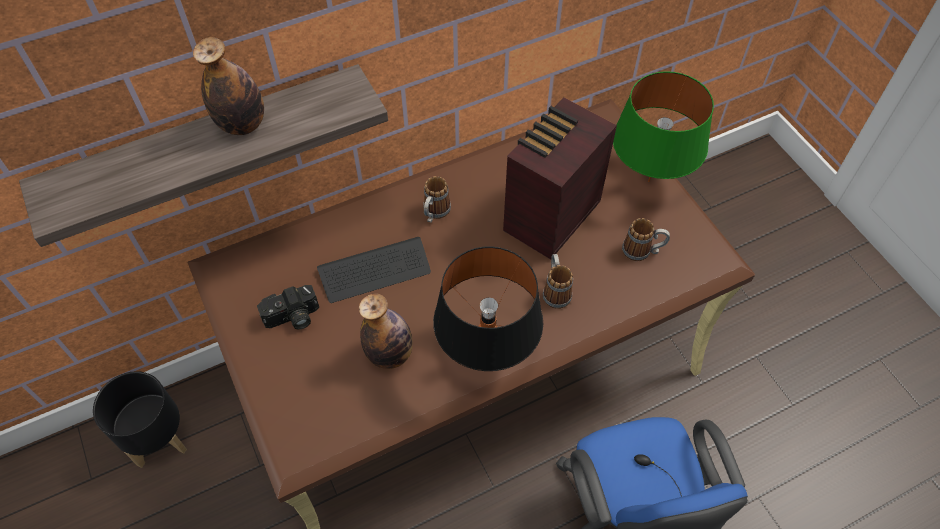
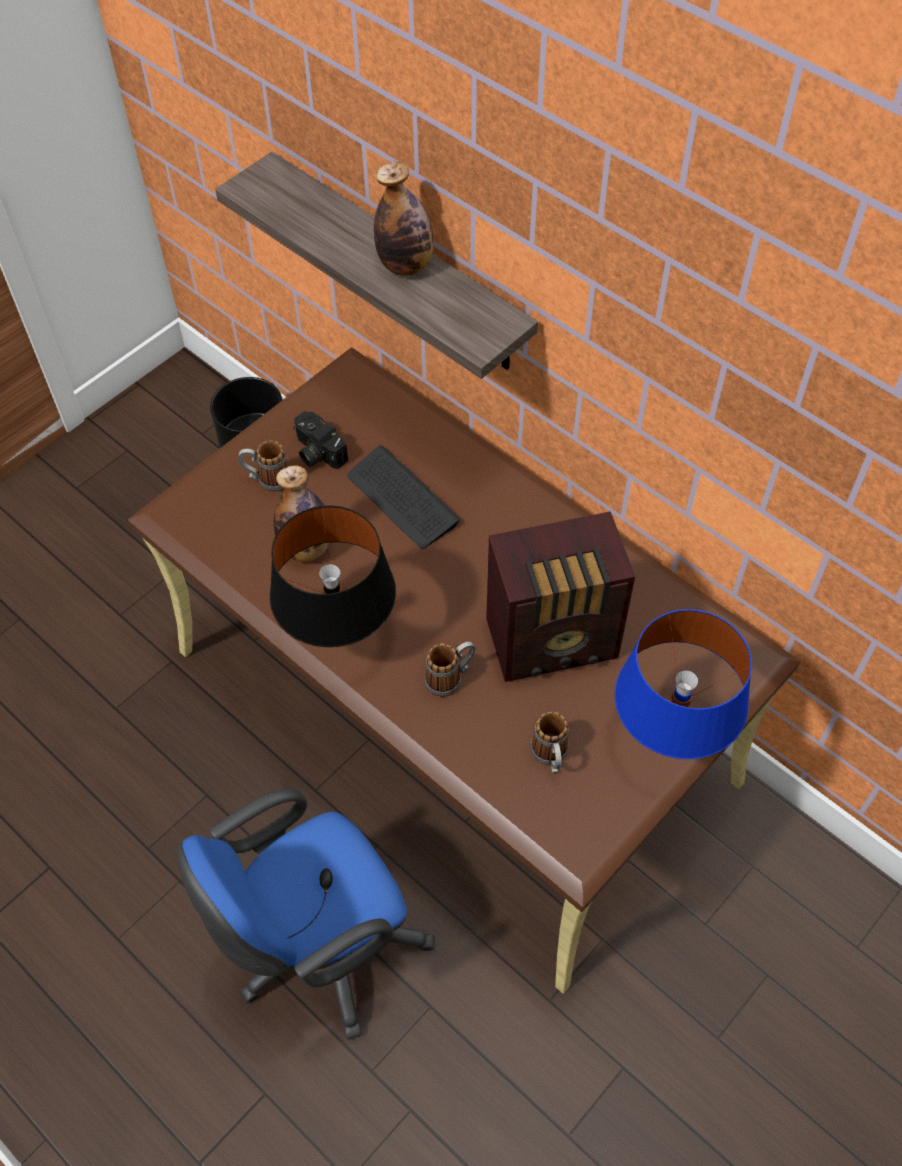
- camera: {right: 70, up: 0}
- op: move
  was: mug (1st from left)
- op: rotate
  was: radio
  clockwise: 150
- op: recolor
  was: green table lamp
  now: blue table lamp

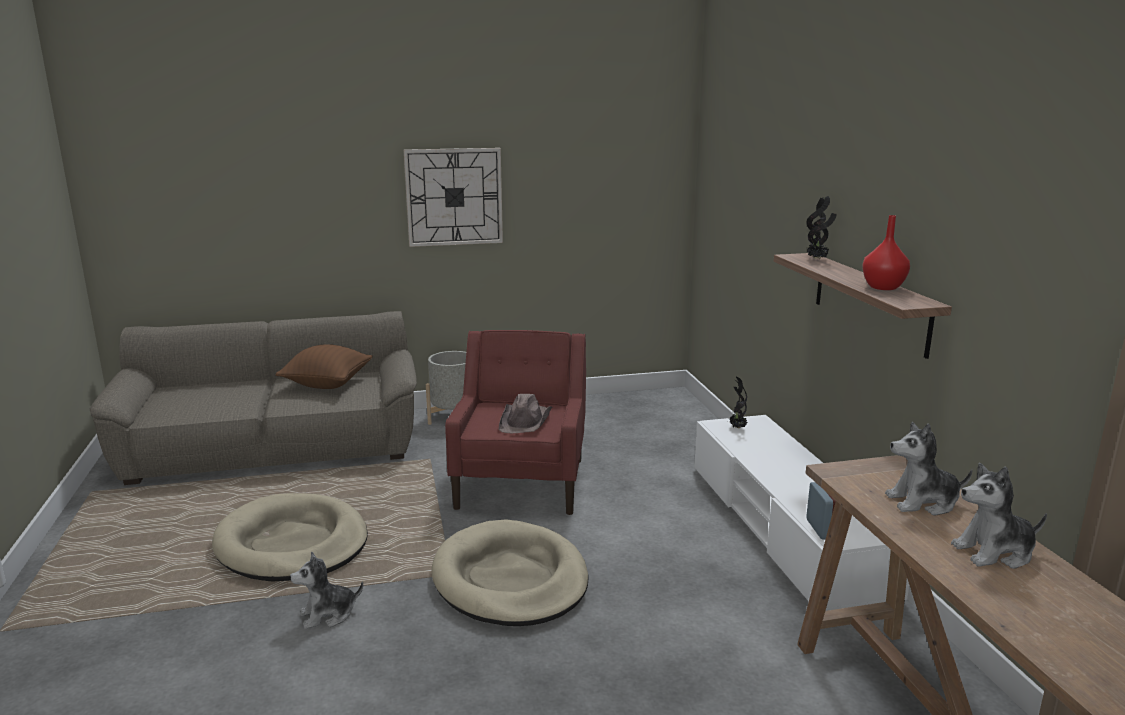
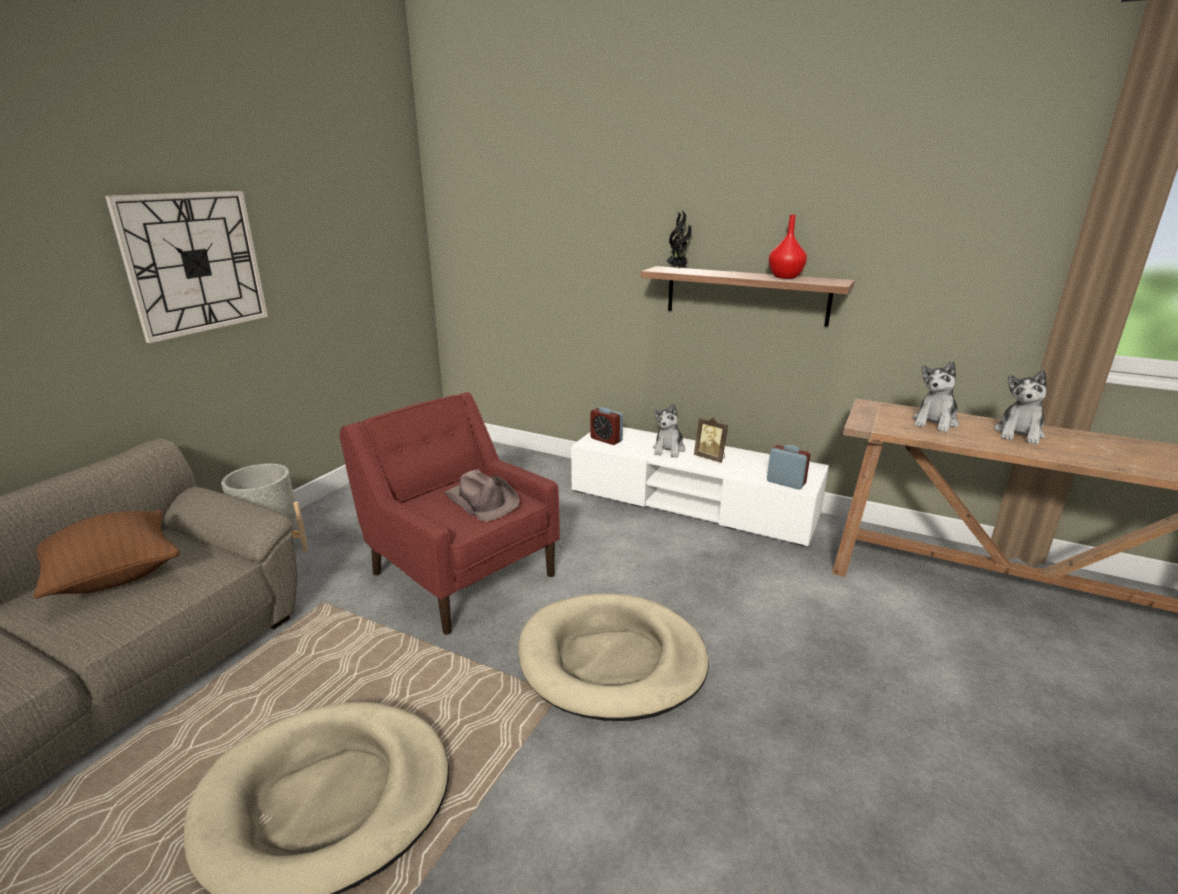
- camera: {right: -50, up: 5}
- op: replace
  was: potted plant (1st from left)
  now: alarm clock (1st from left)
- op: move
  was: plush toy (1st from left)
- op: insert
  now: picture frame

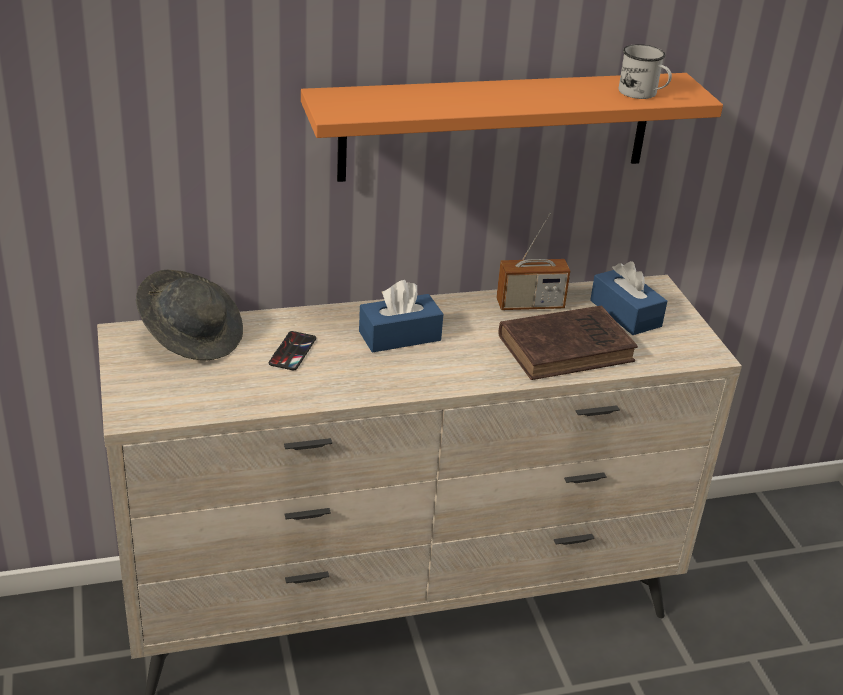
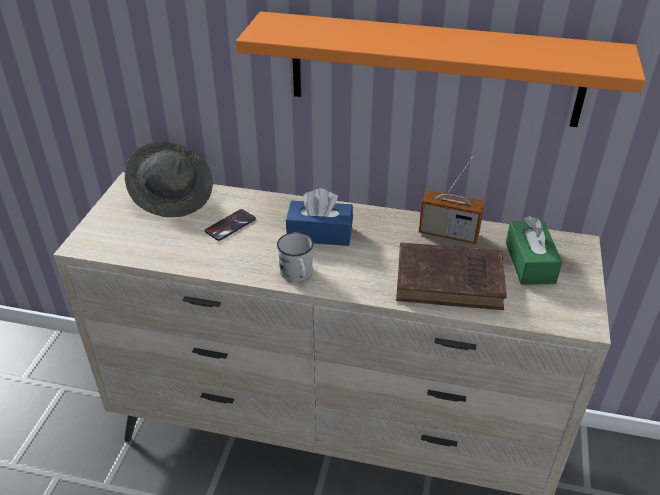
- camera: {right: 30, up: 5}
- op: move
  was: white mug
- op: recolor
  was: blue tissue box (2nd from left)
  now: green tissue box

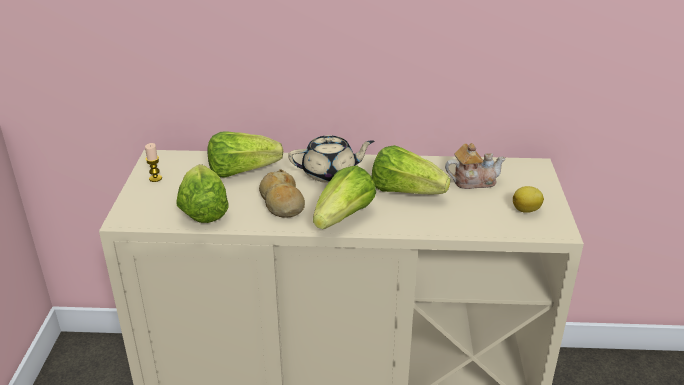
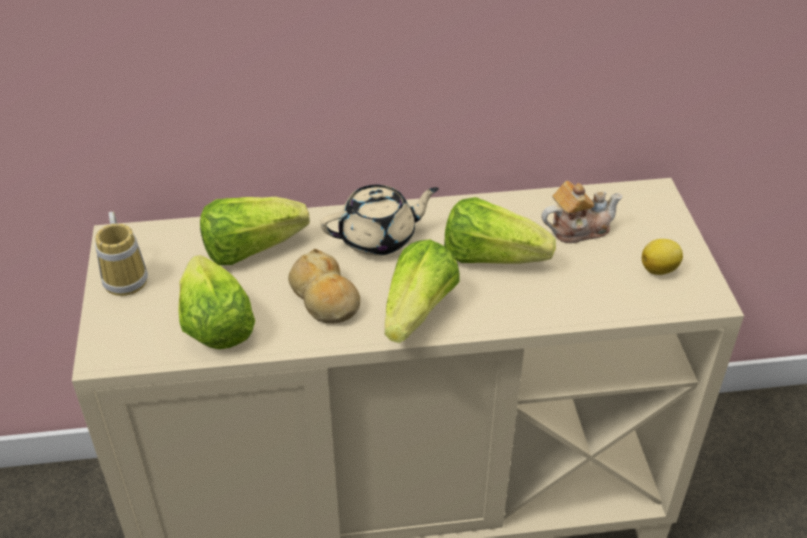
- camera: {right: -10, up: 10}
- op: replace
  was: candle
  now: mug

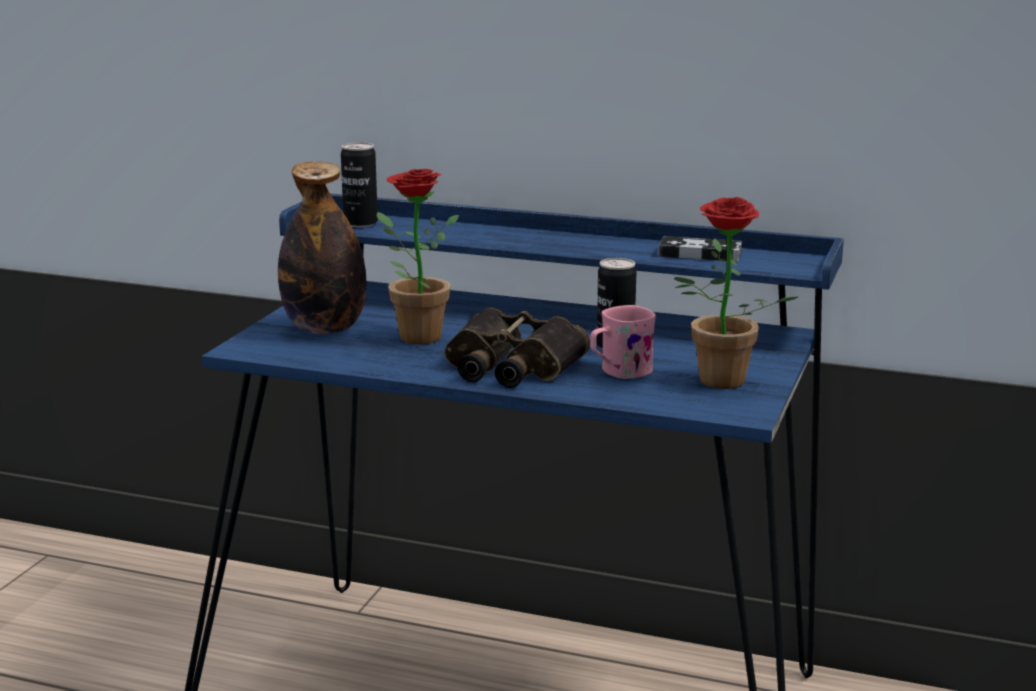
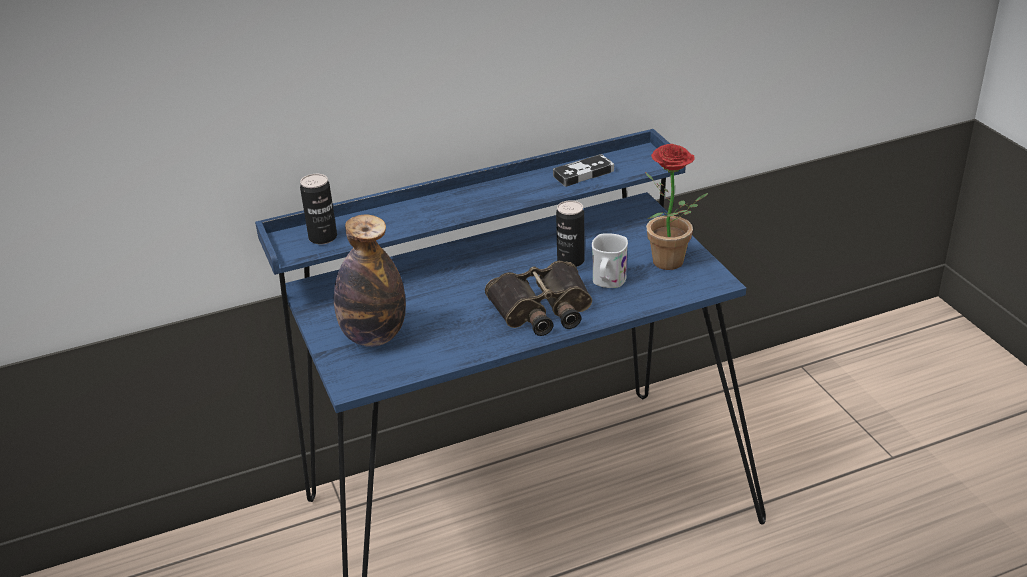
- camera: {right: -40, up: 15}
- op: recolor
  was: pink mug
  now: white mug
- op: delete
  was: potted plant (1st from left)

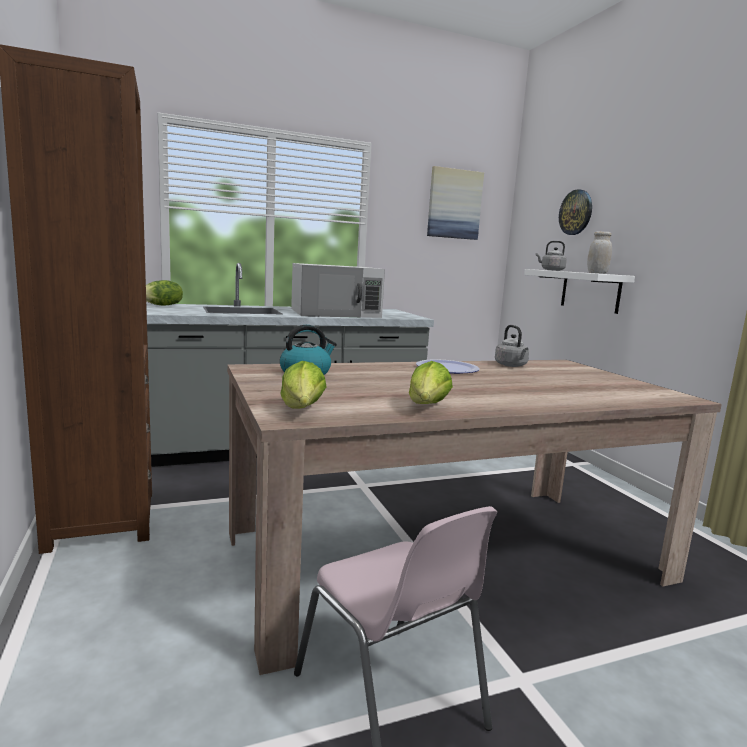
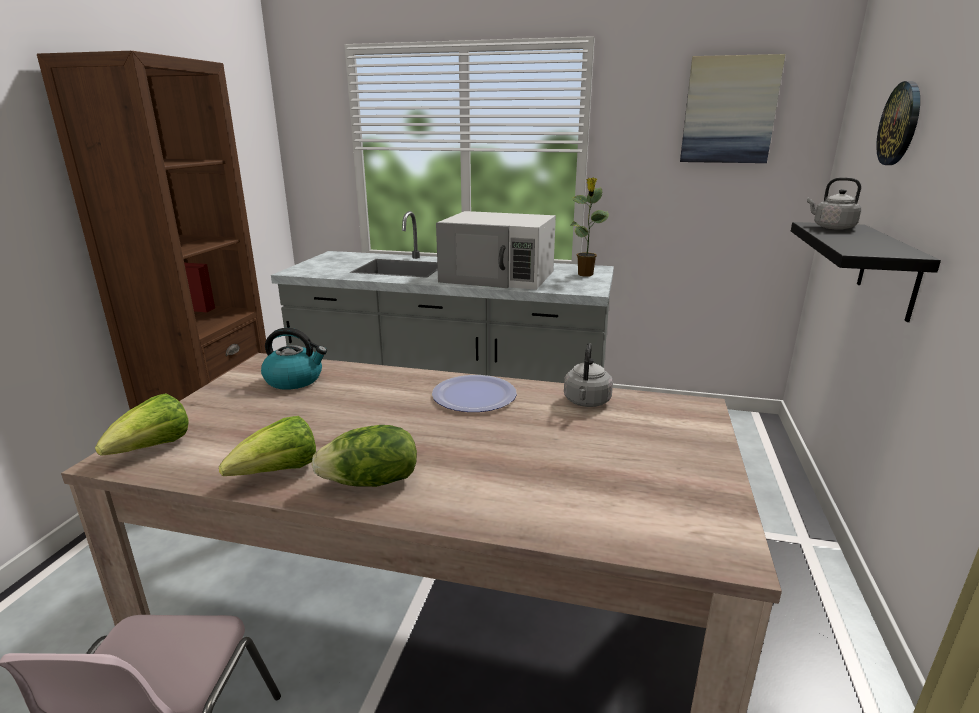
- camera: {right: 35, up: 10}
- op: move
  was: lettuce (1st from left in the first image)
  now: lettuce (3rd from left)
- op: insert
  now: potted plant
- op: recolor
  was: white shelf
  now: black shelf
- op: delete
  was: white jar

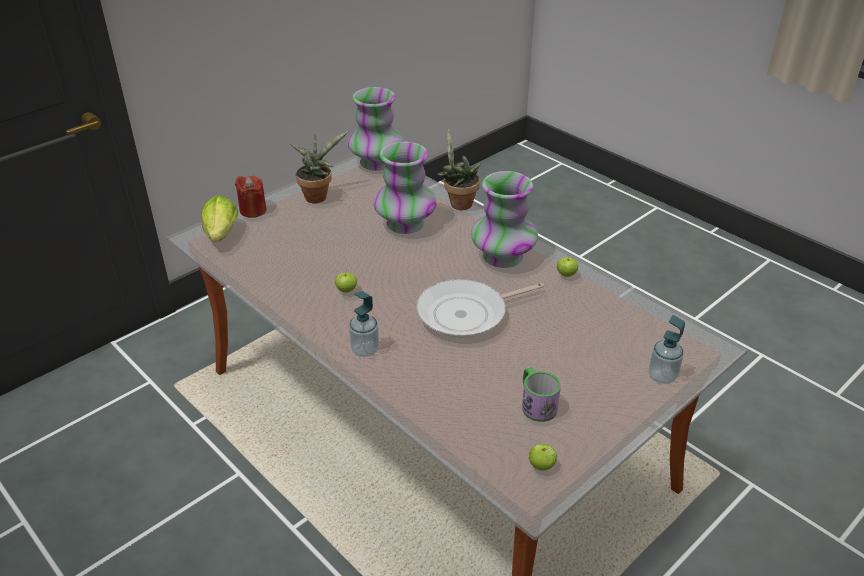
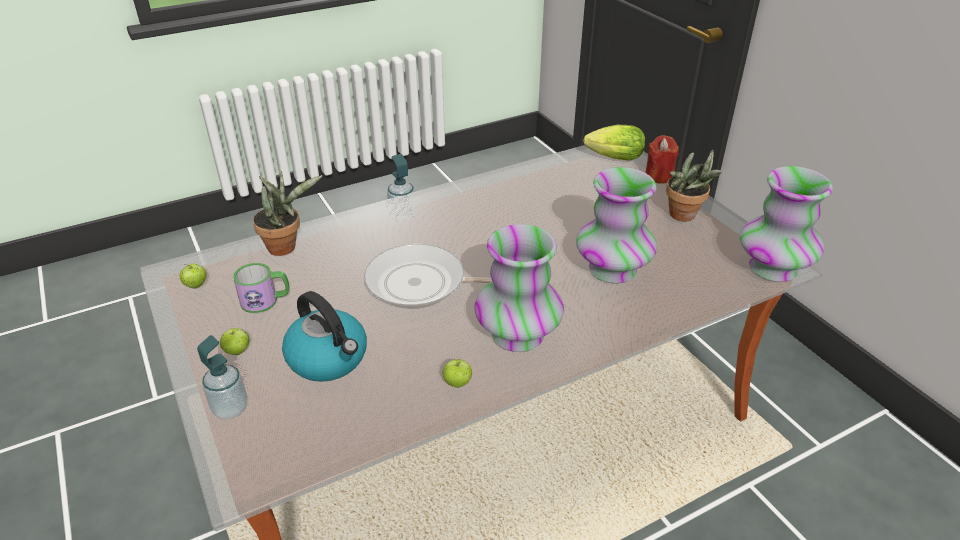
- camera: {right: 105, up: 0}
- op: move
  was: apple (1st from left in the first image)
  now: apple (2nd from left)
- op: move
  was: potted plant (2nd from left in the first image)
  now: potted plant (1st from left)
- op: insert
  now: kettle
- op: rotate
  was: frying pan
  clockwise: -75

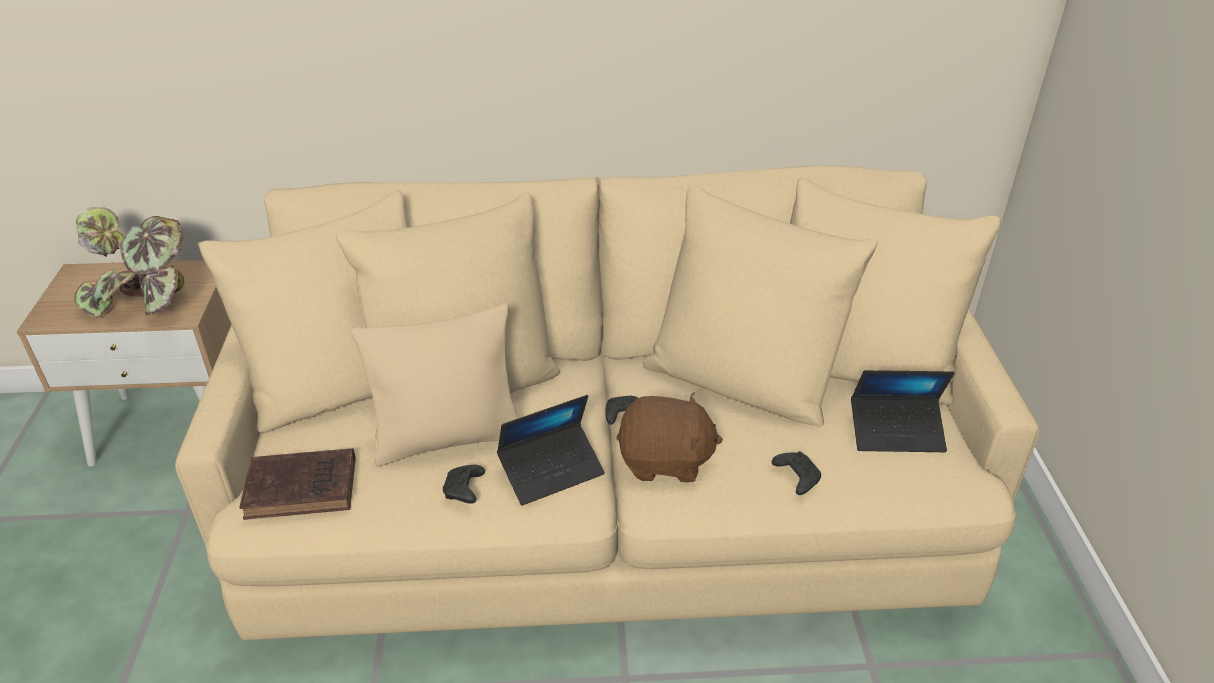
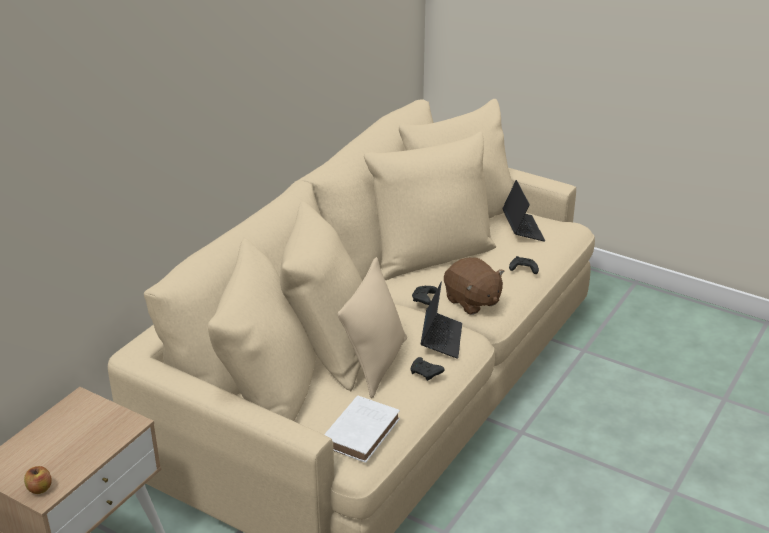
- camera: {right: -55, up: -5}
- op: insert
  now: apple
- op: recolor
  was: brown book
  now: white book
- op: rotate
  was: brown plush toy
  clockwise: 105
- op: rotate
  was: laptop (2nd from left)
  clockwise: -45
- op: delete
  was: potted plant

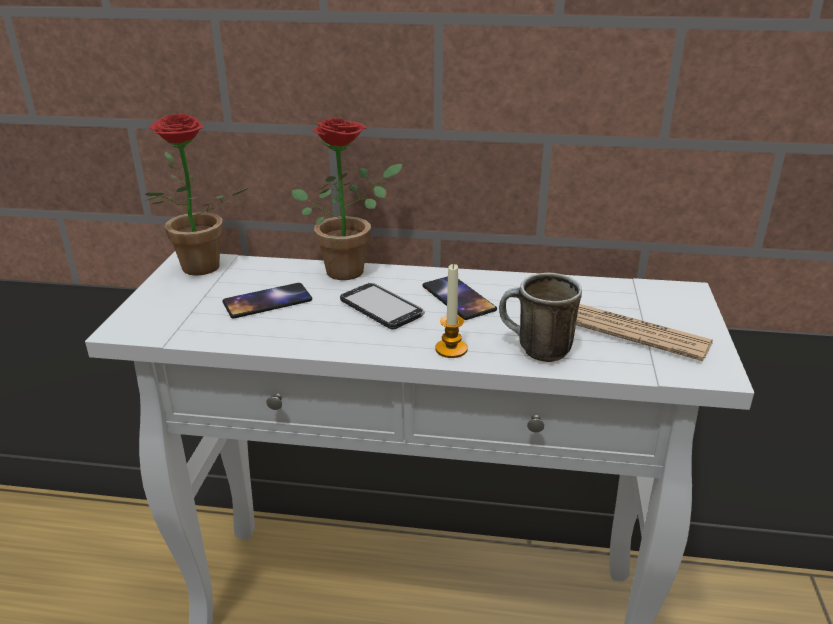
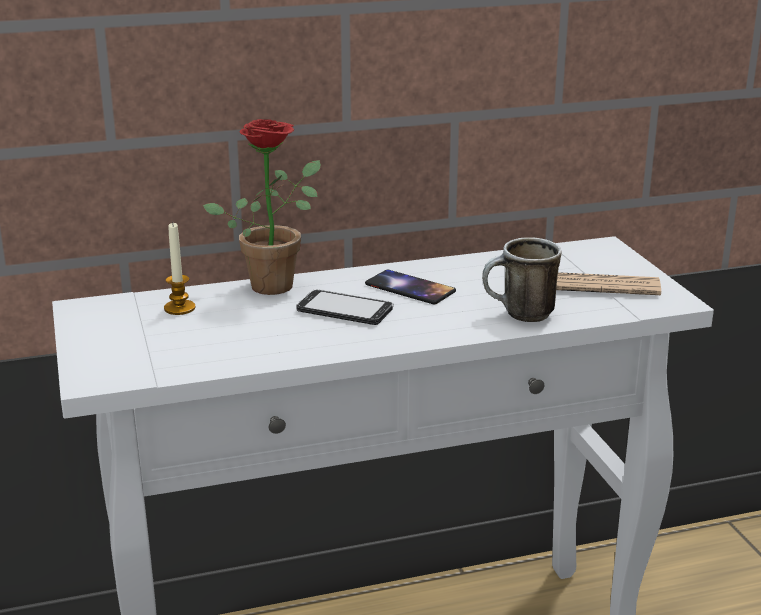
- camera: {right: -25, up: -5}
- op: move
  was: candle
- op: delete
  was: potted plant (1st from left)
- op: delete
  was: phone (1st from left)

